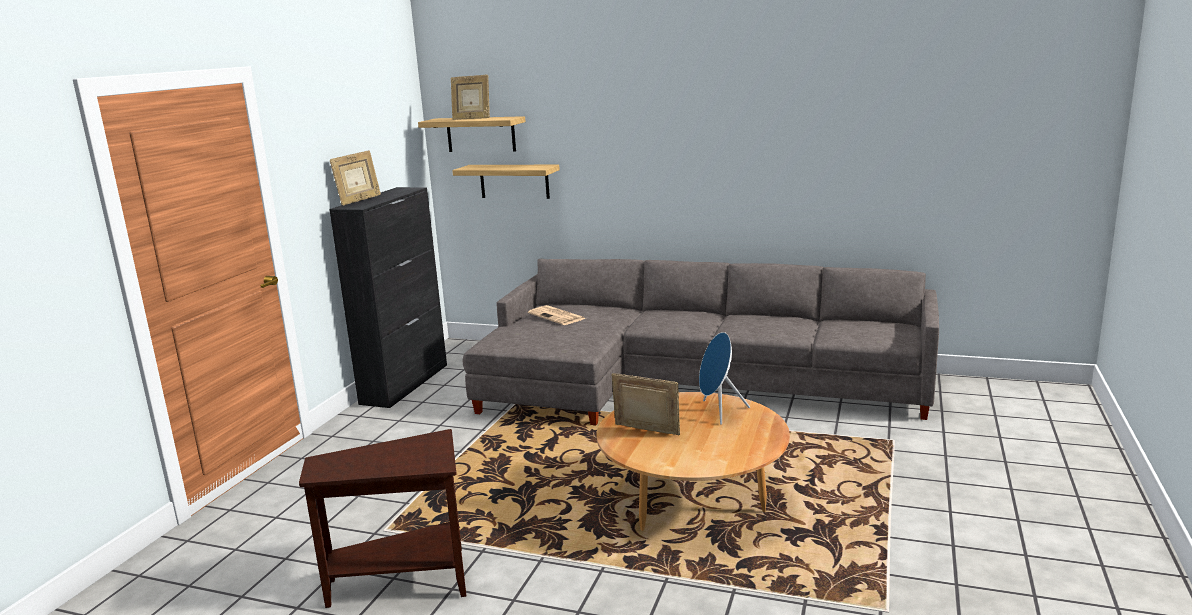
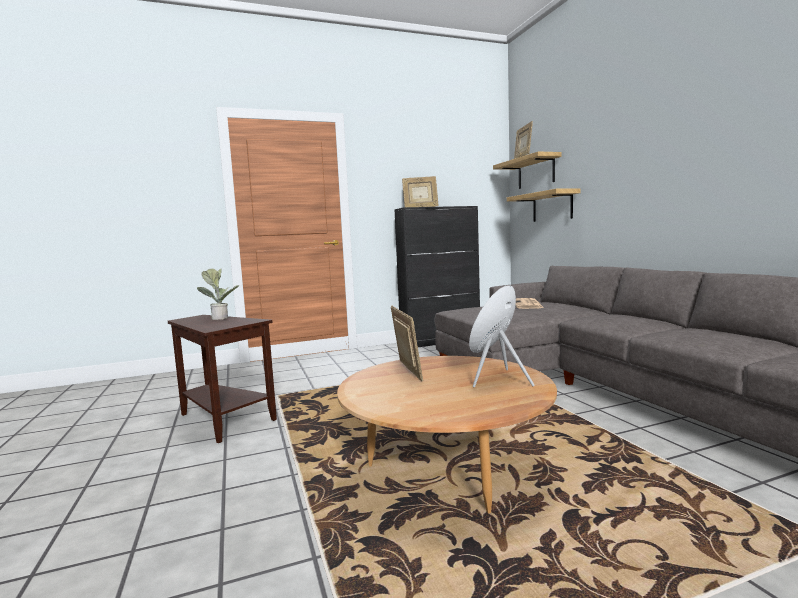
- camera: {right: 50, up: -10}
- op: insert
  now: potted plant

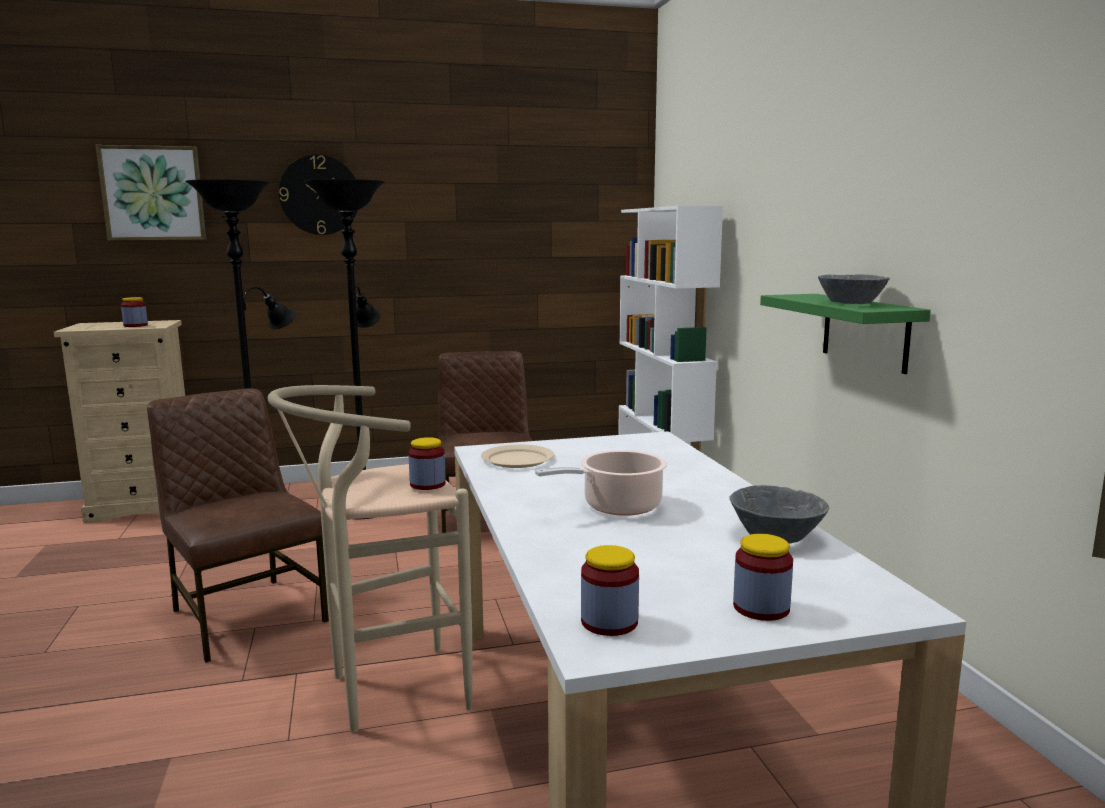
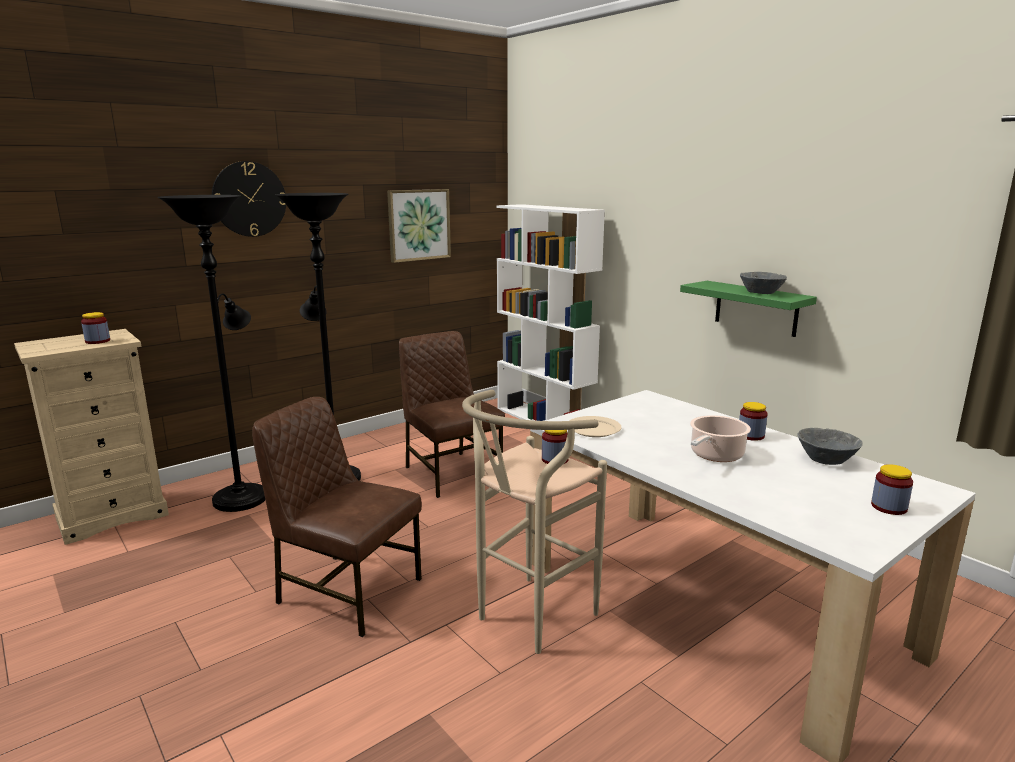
- camera: {right: -25, up: 5}
- op: move
  was: picture
- op: move
  was: jar (3rd from left)

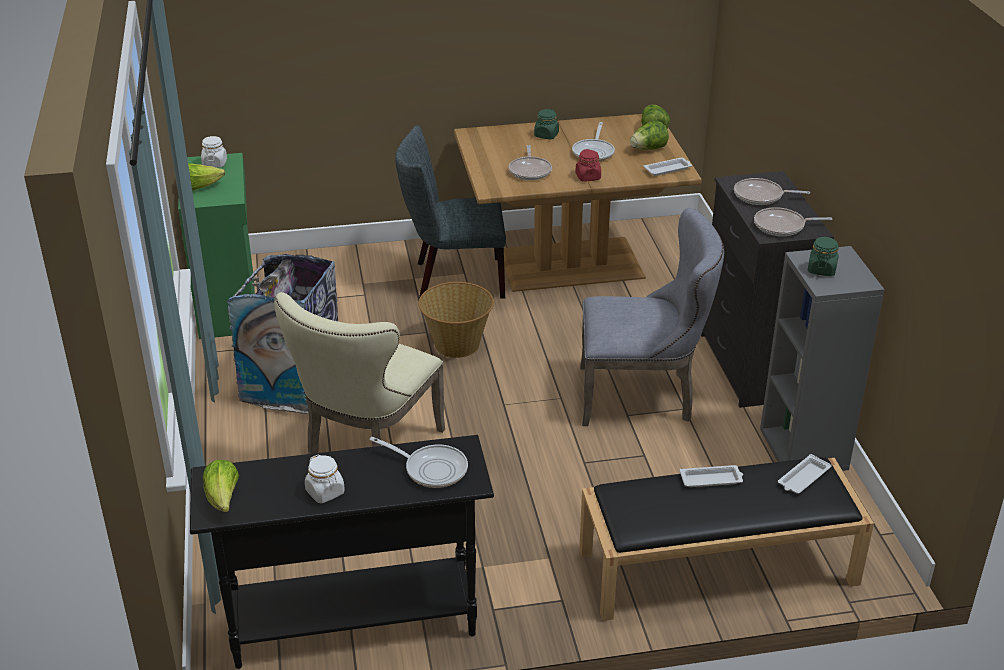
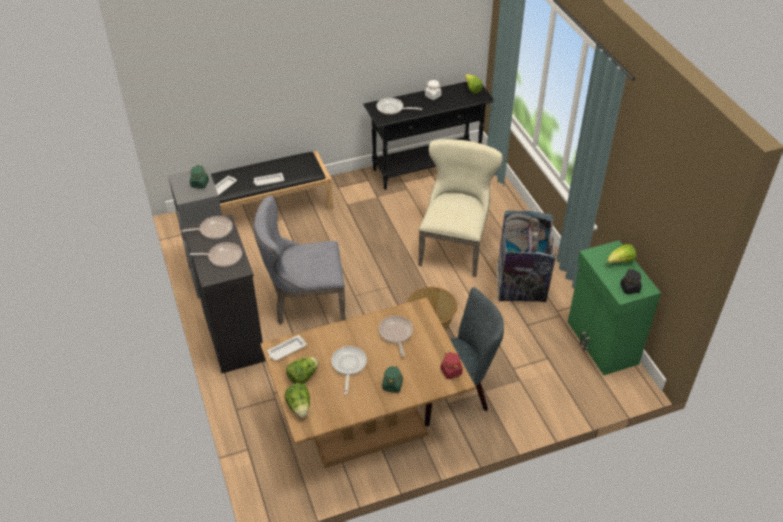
- camera: {right: 170, up: 10}
- op: move
  was: red jar
- op: recolor
  was: white jar (1st from left)
  now: black jar

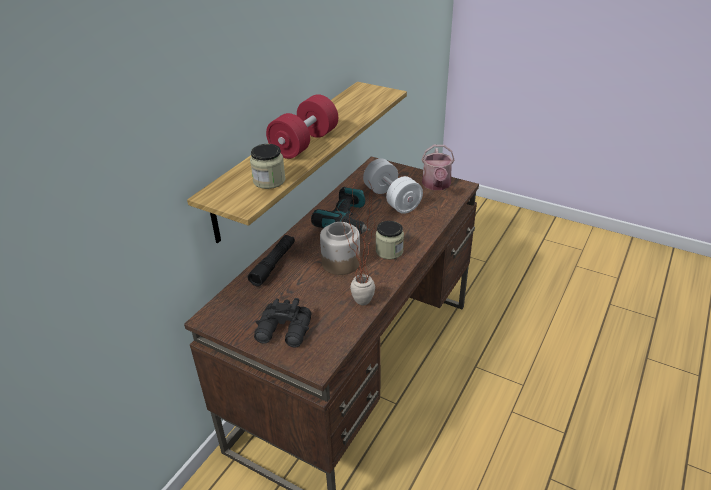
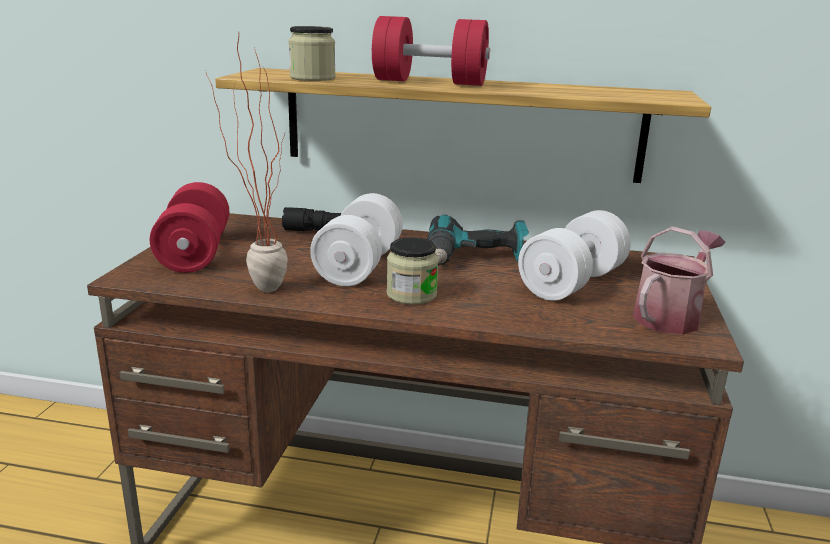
- camera: {right: 70, up: -15}
- op: replace
  was: black binoculars
  now: red dumbbell (1st from left)
- op: replace
  was: jar (2nd from left)
  now: white dumbbell (1st from left)
- op: rotate
  was: watering can
  clockwise: 150

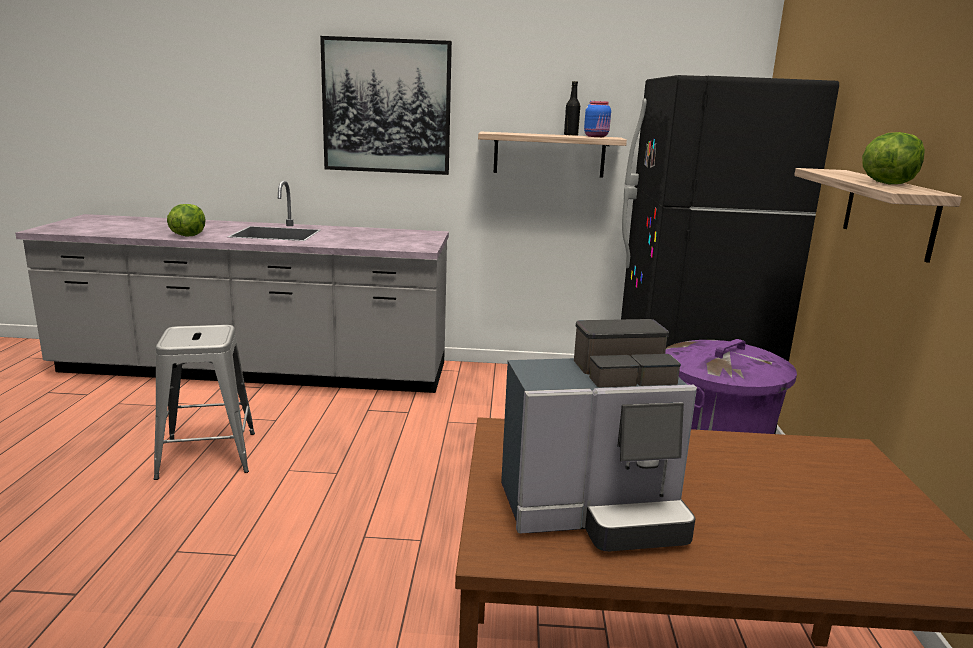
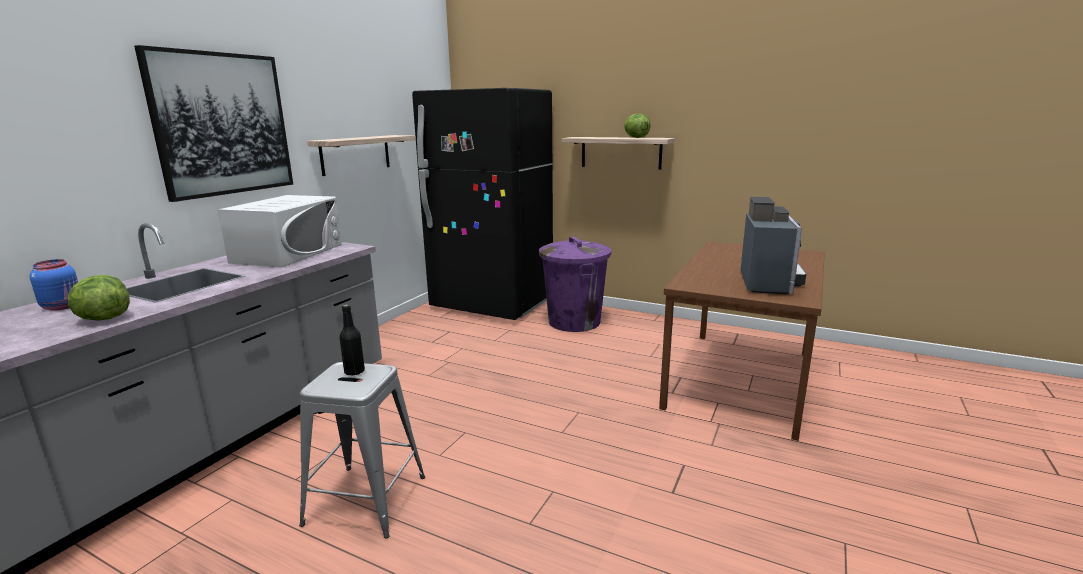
- camera: {right: -65, up: 0}
- op: move
  was: blue jar
- op: insert
  now: white microwave
- op: move
  was: black bottle

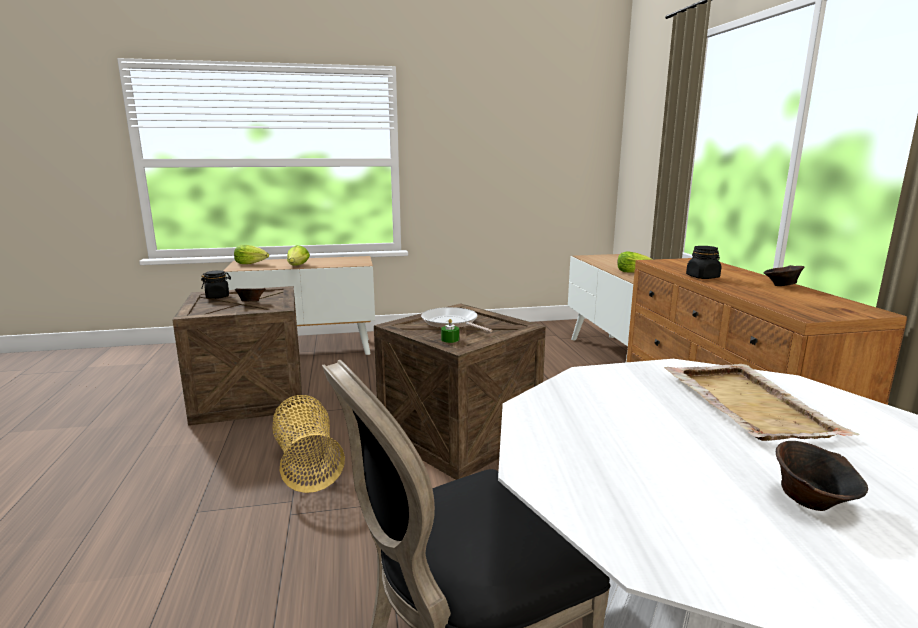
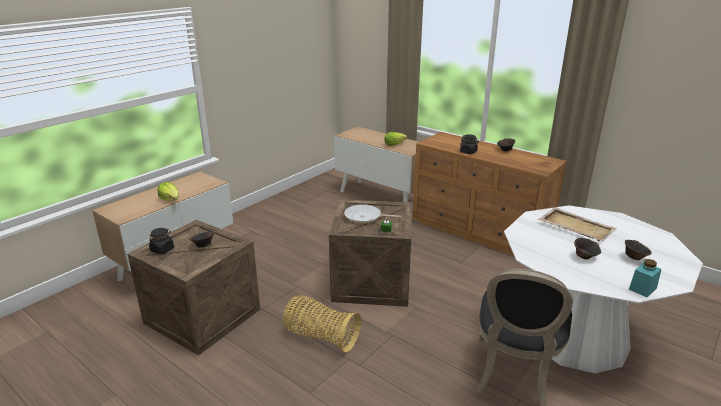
- camera: {right: -40, up: 10}
- op: insert
  now: brown bowl (3rd from left)
- op: insert
  now: turquoise jar
- op: delete
  was: lettuce (1st from left)

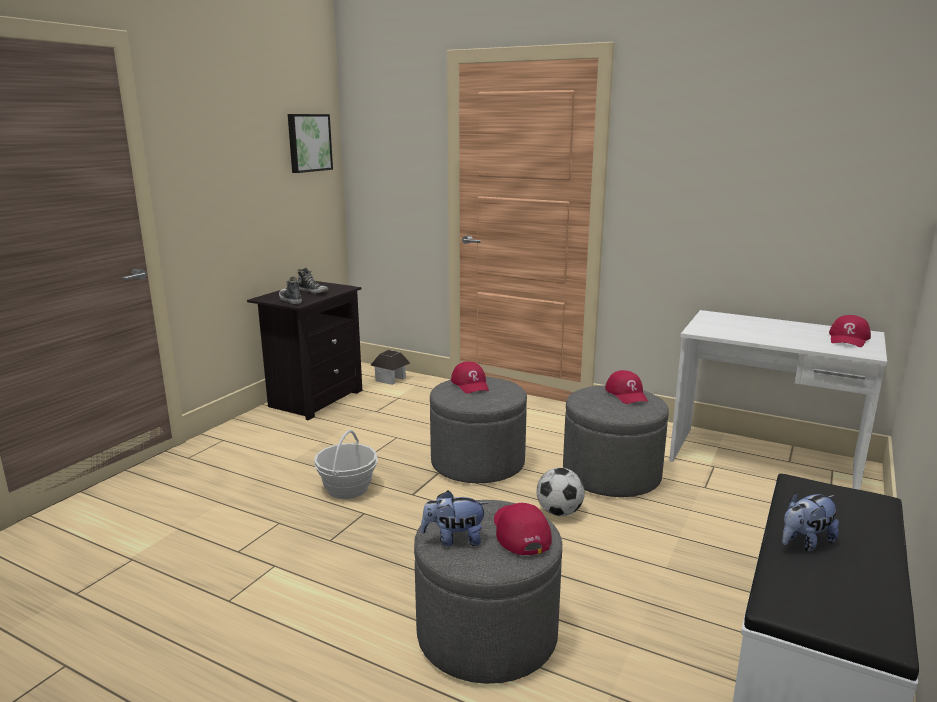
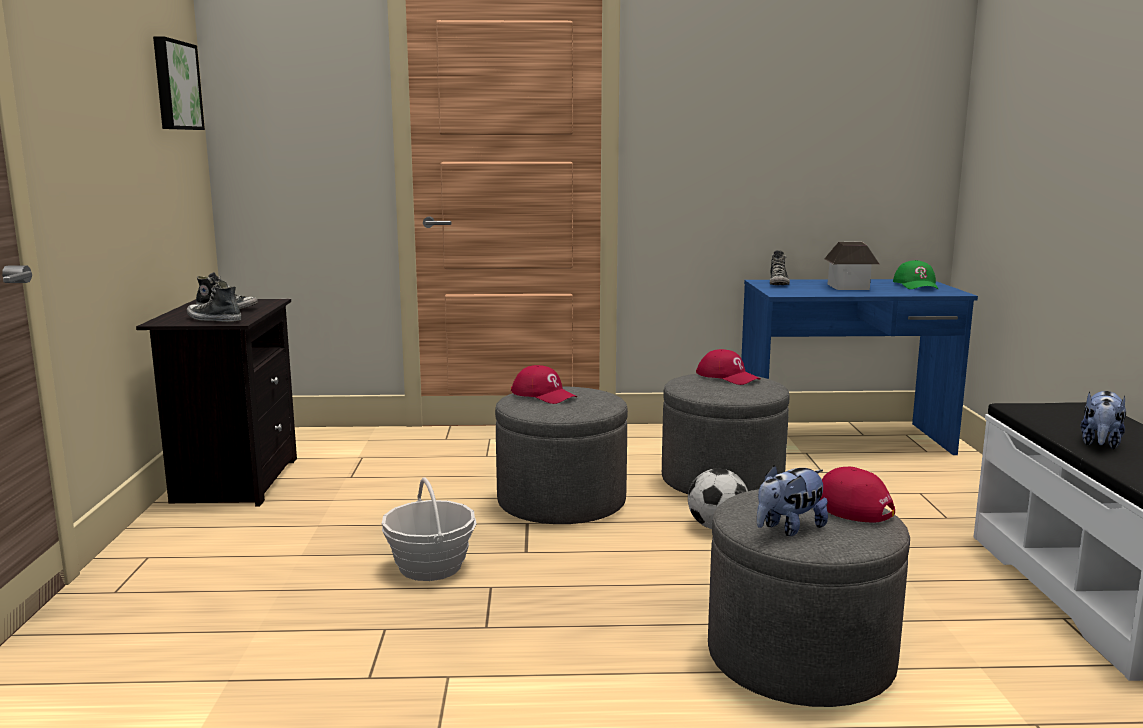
- camera: {right: -30, up: -5}
- op: recolor
  was: white desk
  now: blue desk
- op: insert
  now: shoe (3rd from left)
- op: move
  was: toy house
- op: recolor
  was: red cap (4th from left)
  now: green cap

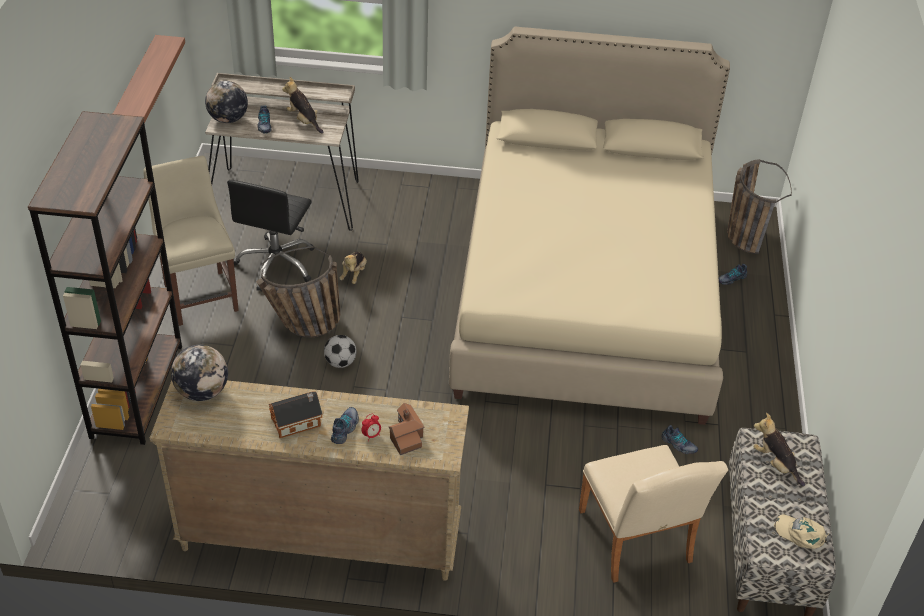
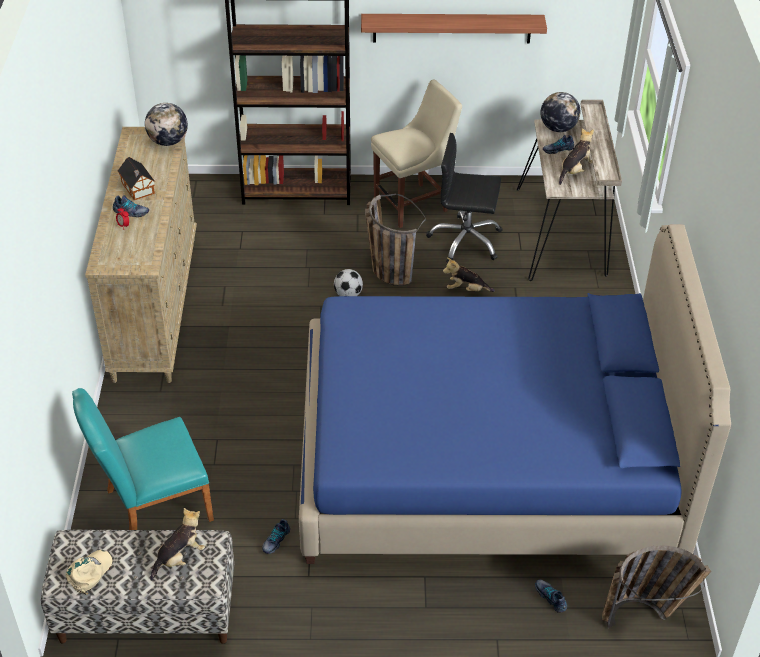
- camera: {right: 85, up: 0}
- op: recolor
  was: beige chair (2nd from left)
  now: turquoise chair
- op: recolor
  was: beige bed
  now: blue bed
- op: delete
  was: toy house (2nd from left)

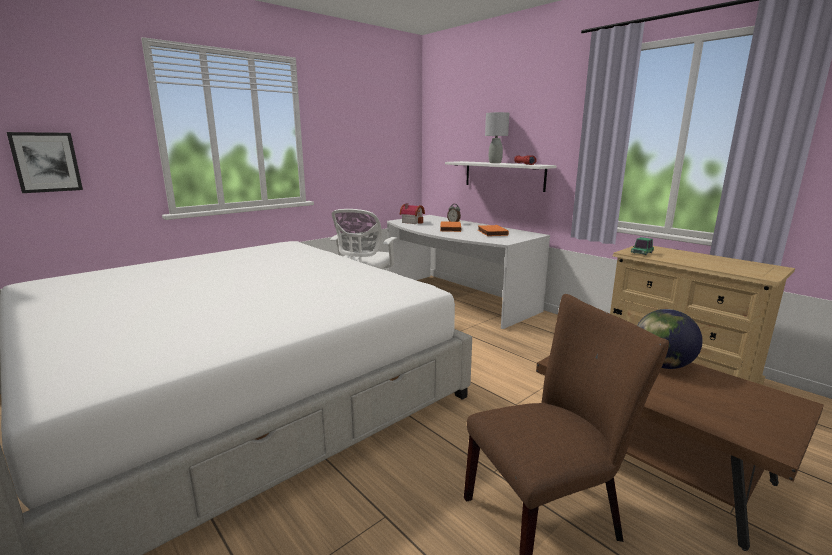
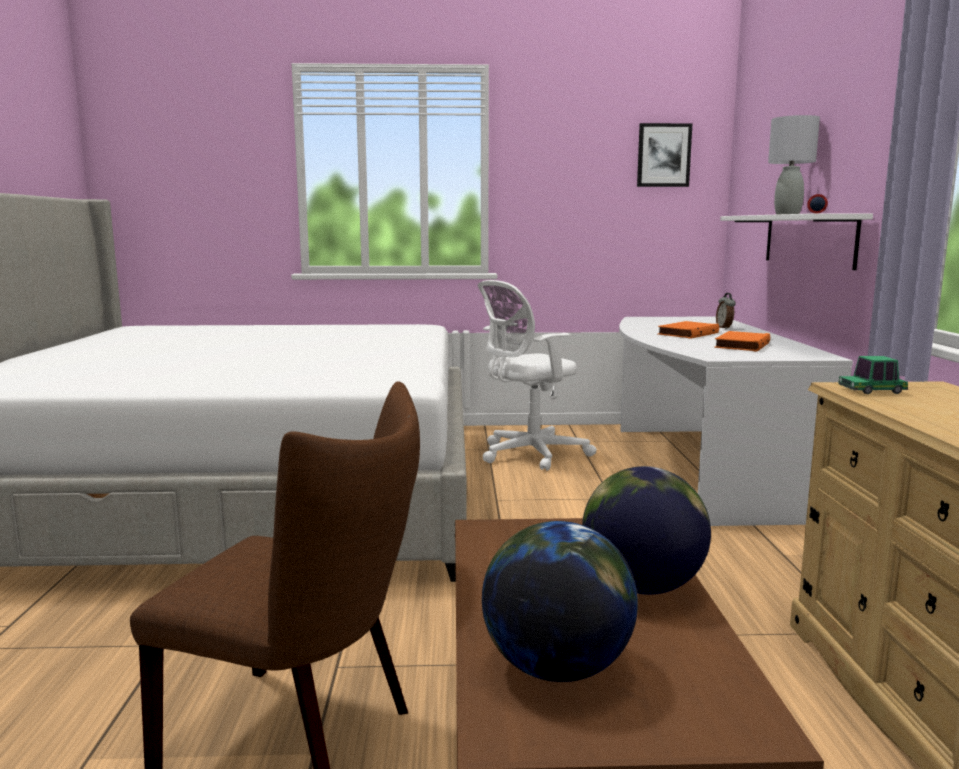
- camera: {right: 40, up: -5}
- op: insert
  now: globe (1st from left)
- op: move
  was: picture
- op: delete
  was: toy house

